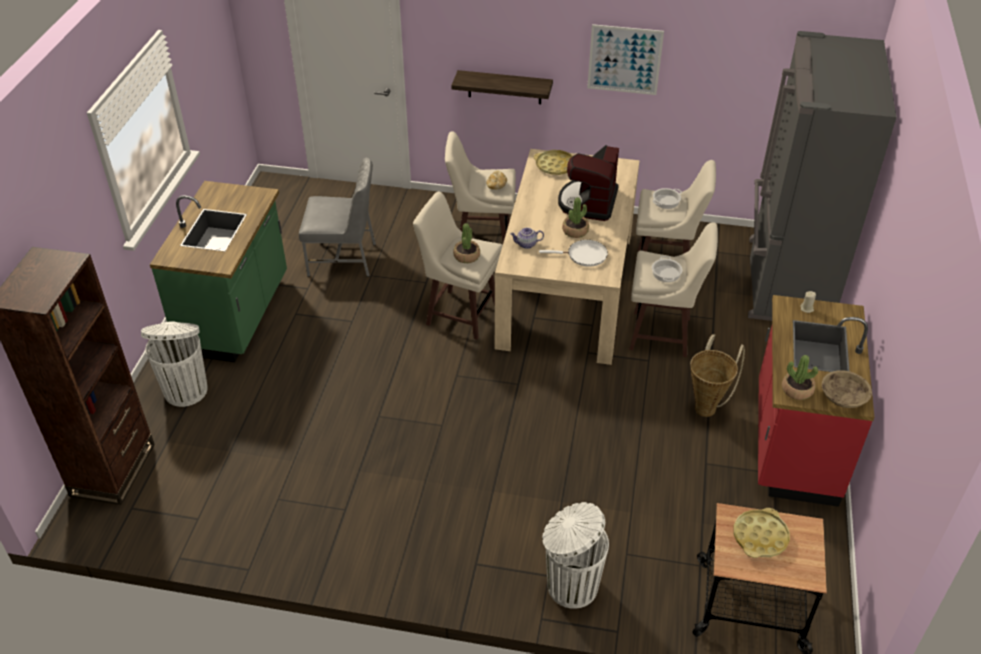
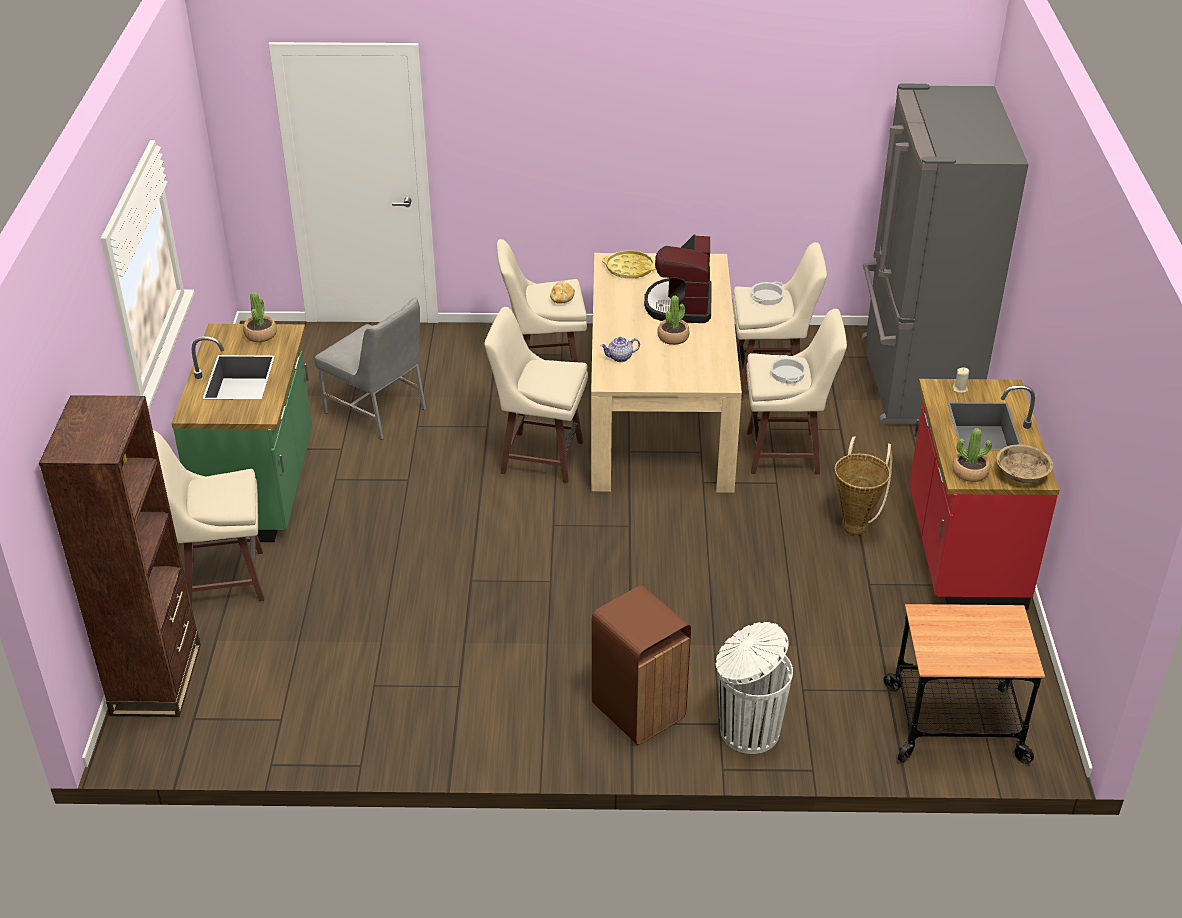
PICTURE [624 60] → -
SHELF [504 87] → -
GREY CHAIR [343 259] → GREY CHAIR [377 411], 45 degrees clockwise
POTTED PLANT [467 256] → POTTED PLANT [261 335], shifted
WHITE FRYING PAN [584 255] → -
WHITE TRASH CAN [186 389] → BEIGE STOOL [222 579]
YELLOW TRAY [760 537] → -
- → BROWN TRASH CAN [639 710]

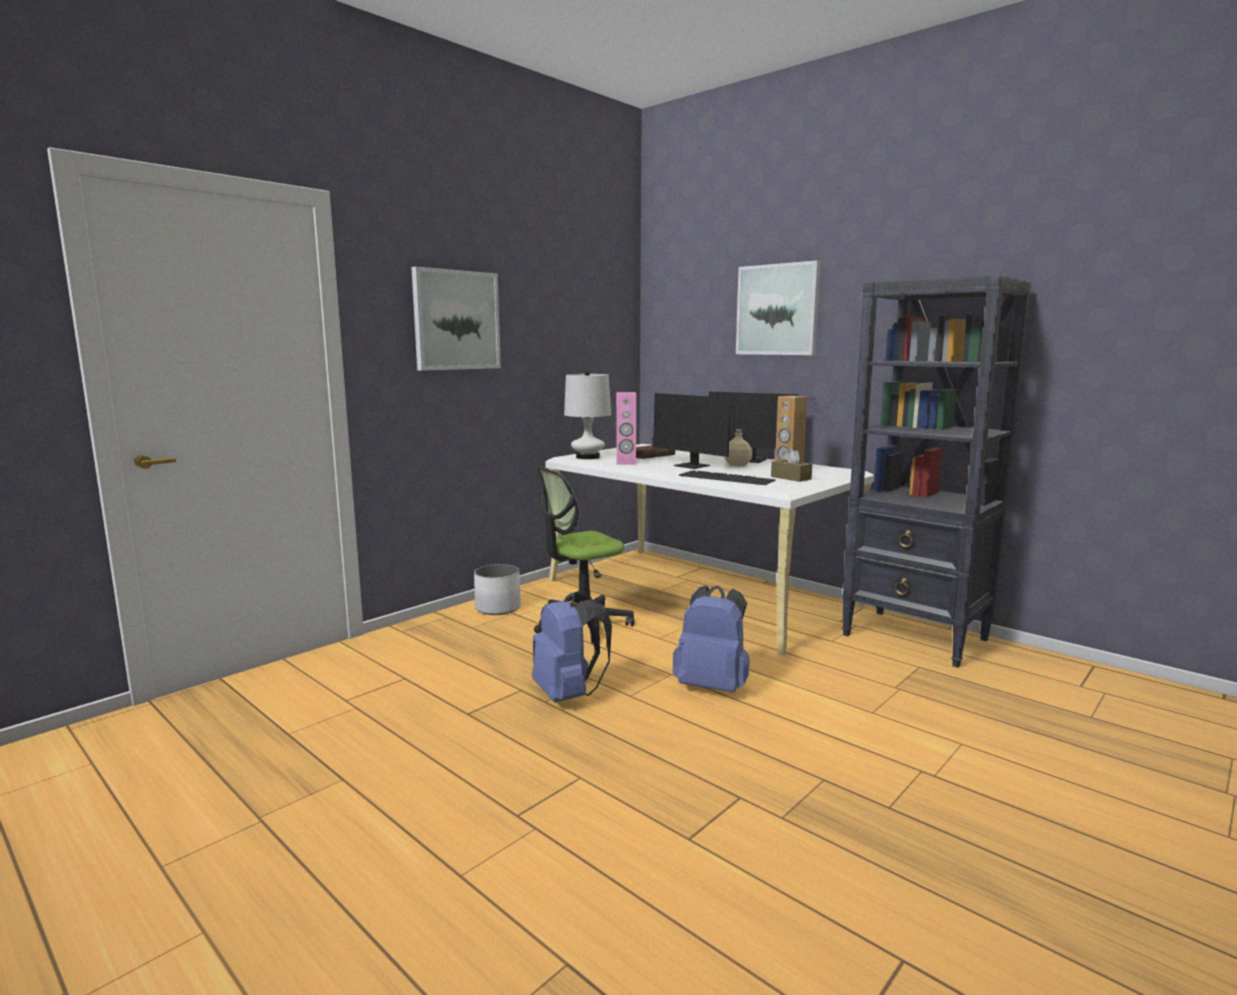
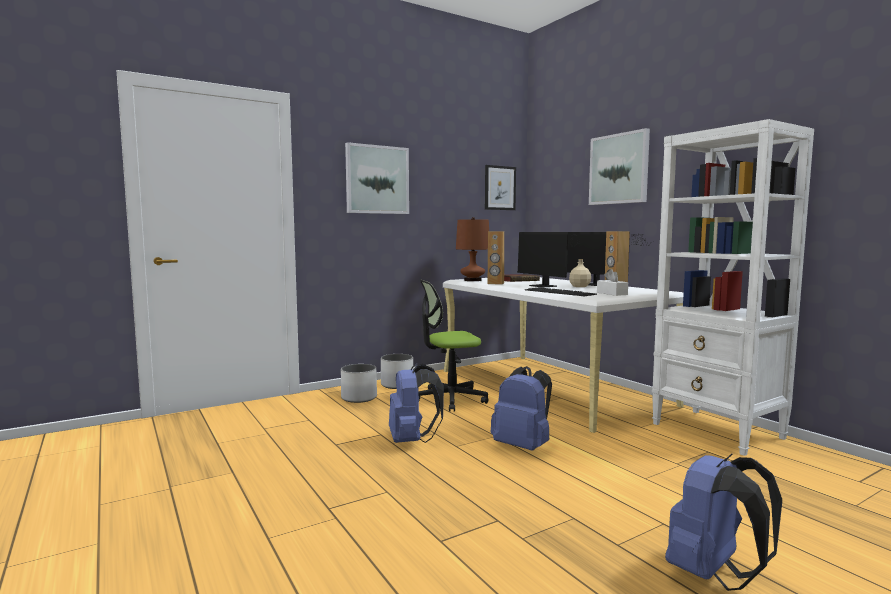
BLACK BOOKCASE [916 638] → WHITE BOOKCASE [718 431]
WHITE TABLE LAMP [588 457] → BROWN TABLE LAMP [472 280]
PINK SPEAKER [626 463] → BROWN SPEAKER [495 283]
BROWN TISSUE BOX [790 478] → WHITE TISSUE BOX [612 293]
- → PICTURE [500 188]
- → WHITE PLANTER [358 398]
- → BLUE BACKPACK [713 575]

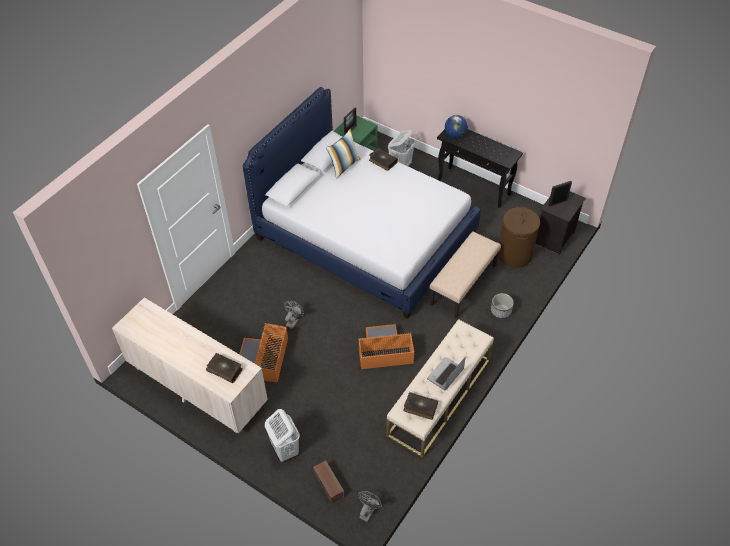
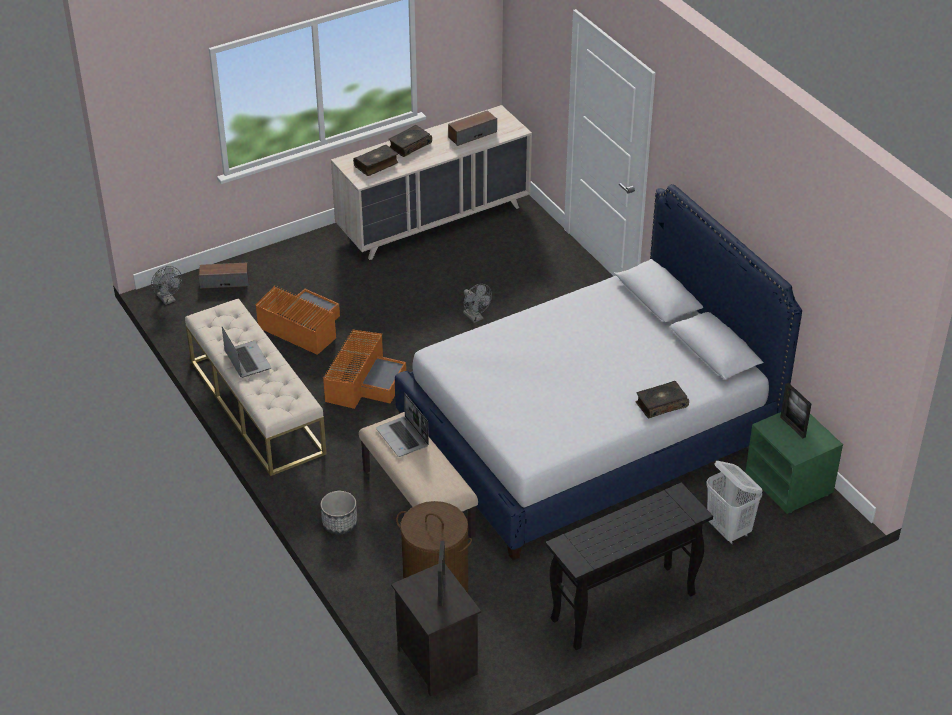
GLOBE [455 135] → -
PILLOW [344 166] → -
ORANGE STORAGE BOX [265 359] → ORANGE STORAGE BOX [301 327], shifted
BOOK [420 408] → BOOK [409 145], shifted
WHITE LAUNDRY BASKET [285 449] → -
- → SPEAKER [472 134]
- → LAPTOP [403 438]

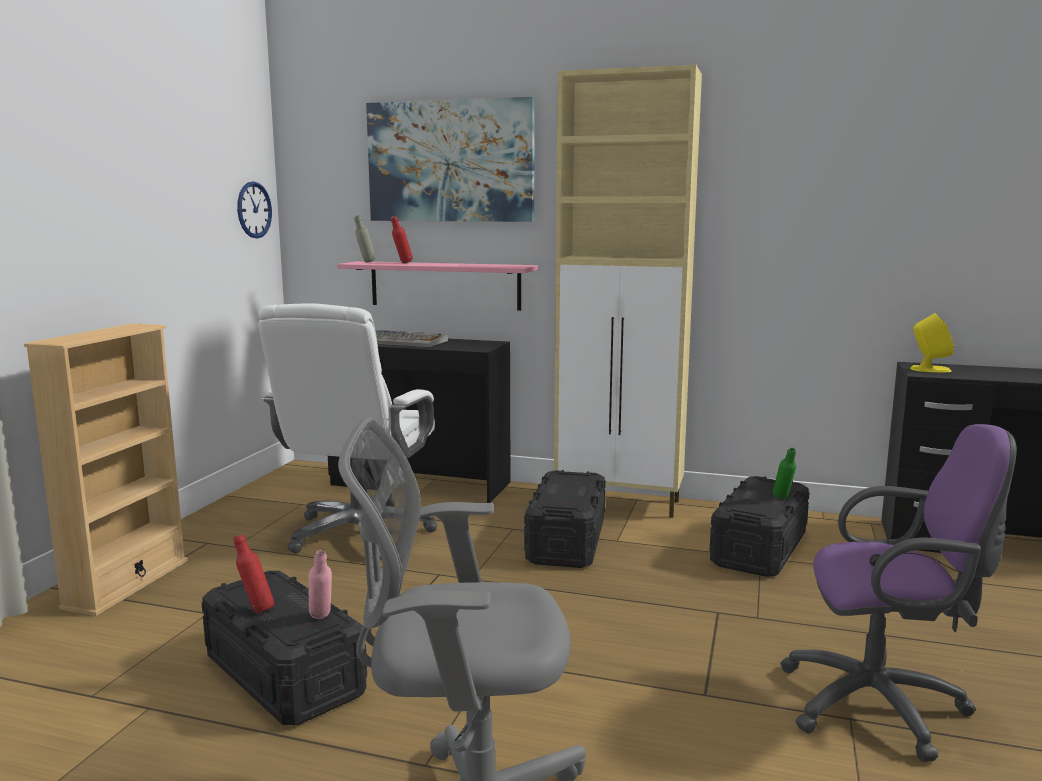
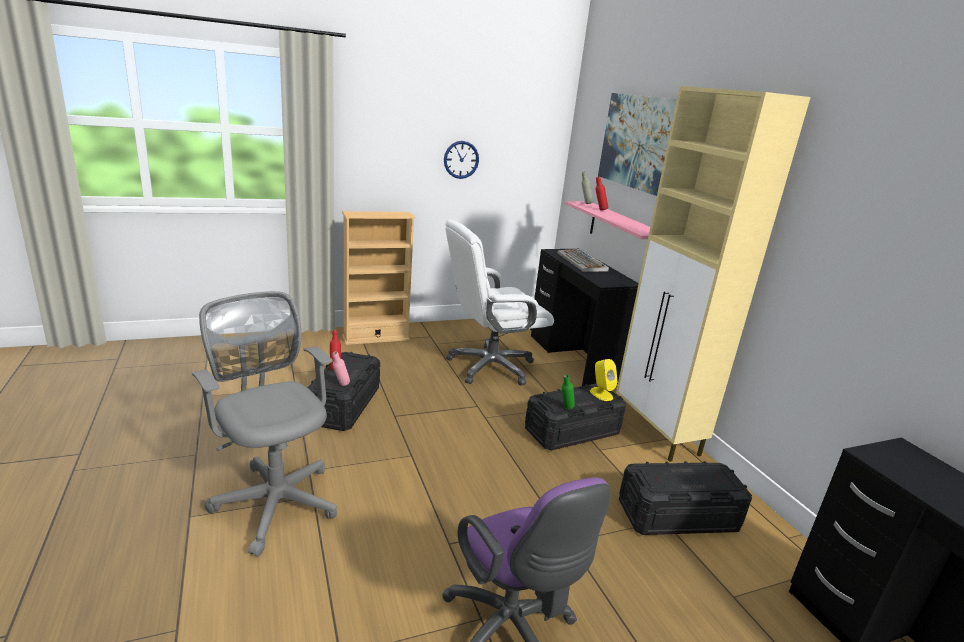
WALL CLOCK [254 210] → WALL CLOCK [461 159], shifted
YELLOW SPEAKER [929 369] → YELLOW SPEAKER [601 394], shifted
GREEN BOTTLE [783 500] → GREEN BOTTLE [565 409], shifted

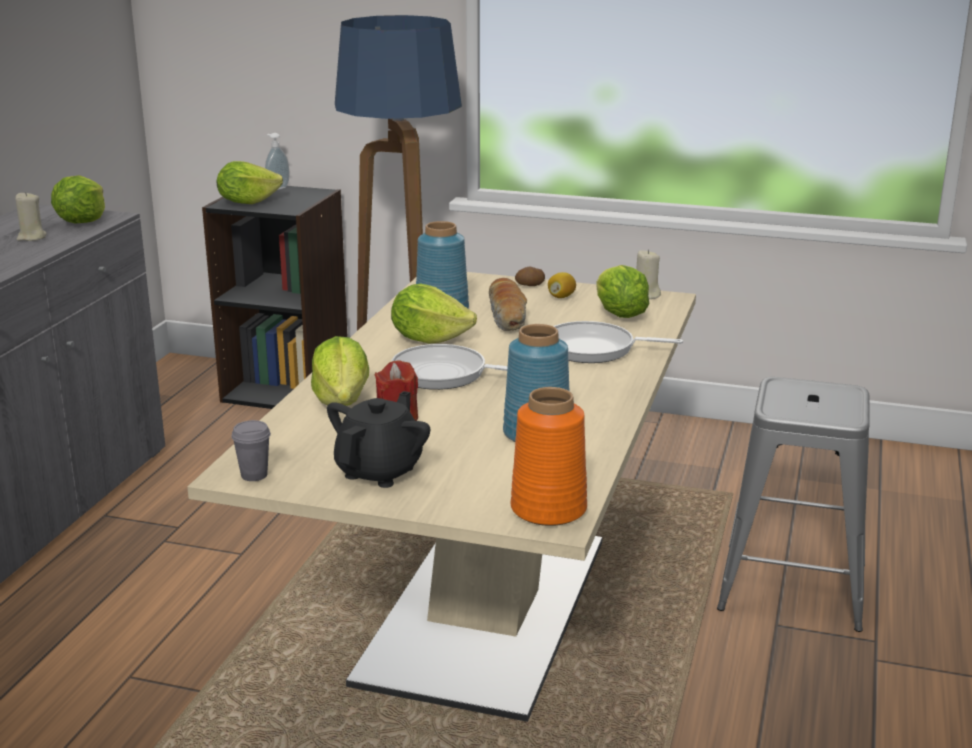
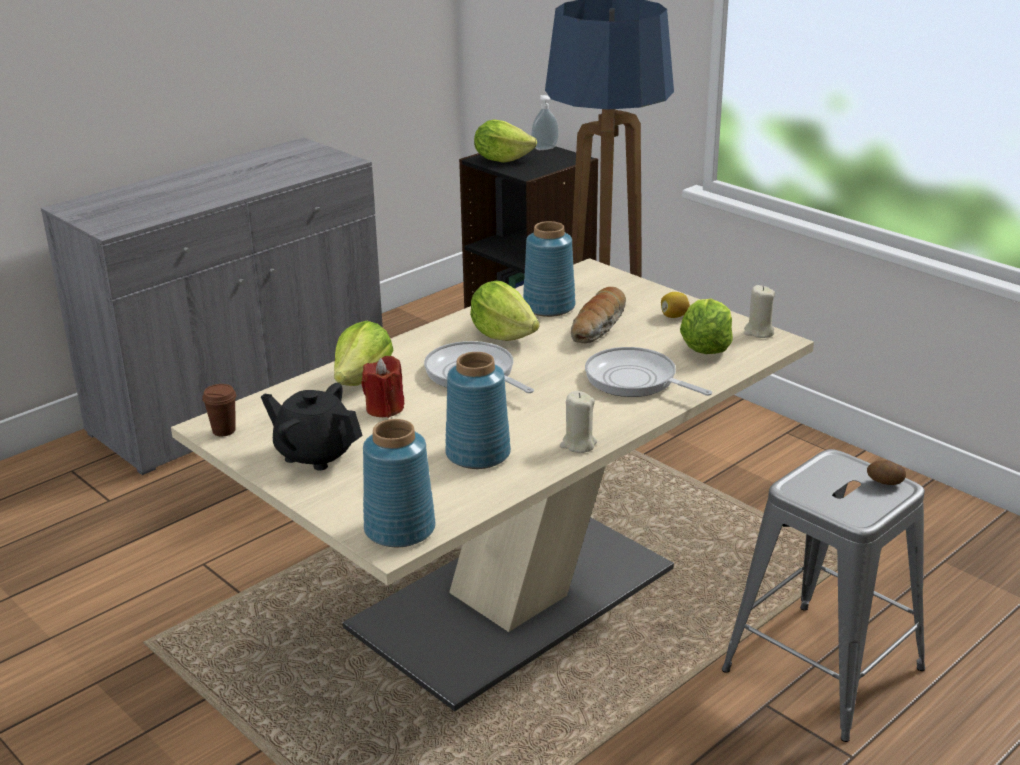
LETTUCE [82 221] → -
BEIGE CANDLE [31 237] → BEIGE CANDLE [578 444], shifted
POTATO [530 285] → POTATO [885 482], shifted
ORANGE VASE [547 509] → BLUE VASE [399 529]
BLACK TEAPOT [380 471] → BLACK TEAPOT [315 454], 120 degrees counterclockwise
GREY CUP [254 475] → BROWN CUP [224 431]

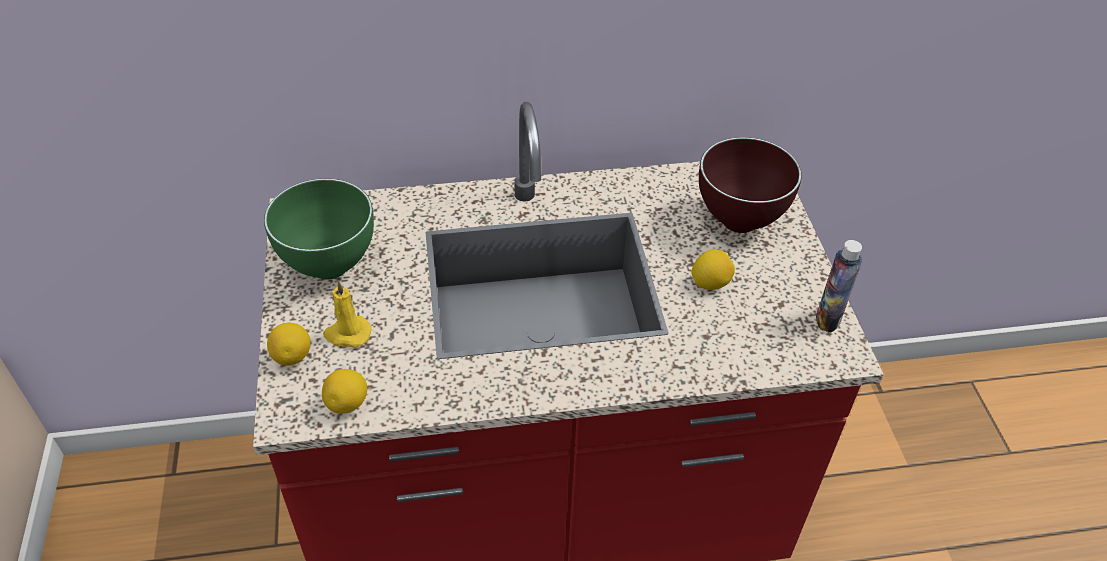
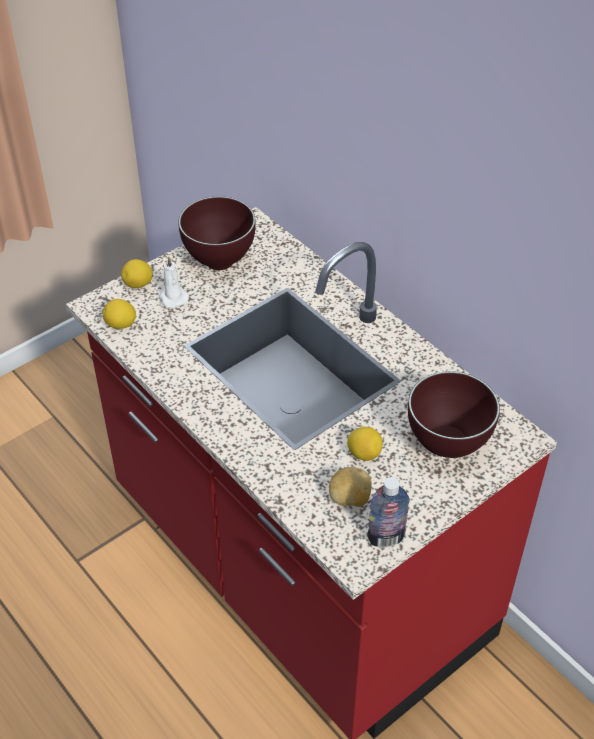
GREEN BOWL [329 266] → BROWN BOWL [220 261]
YELLOW CANDLE [347 334] → WHITE CANDLE [172 297]
- → POTATO [349 499]

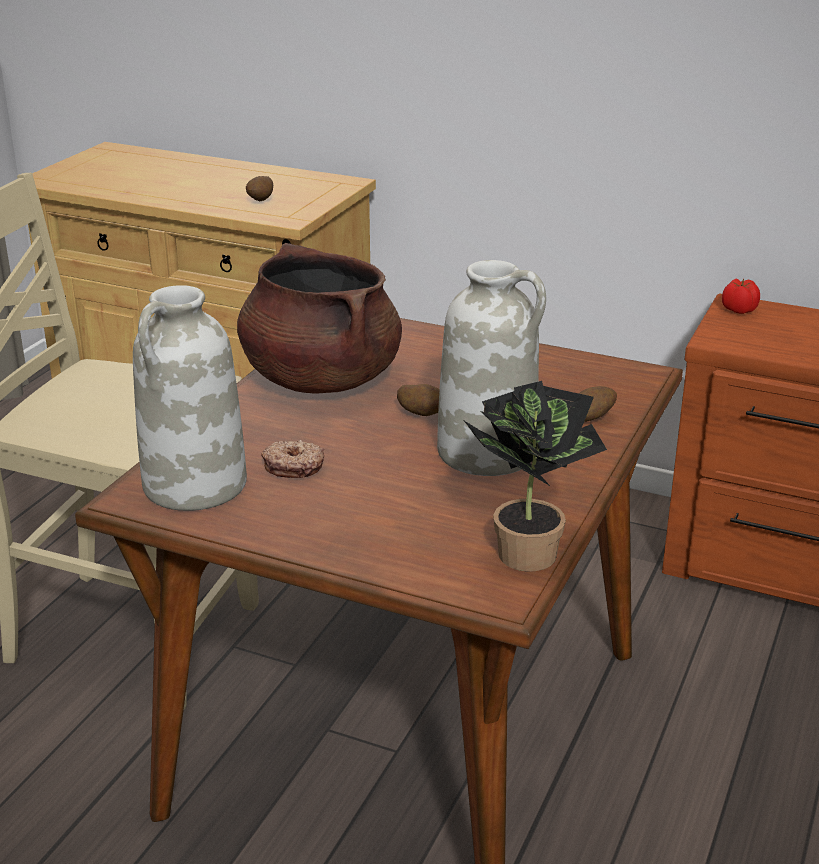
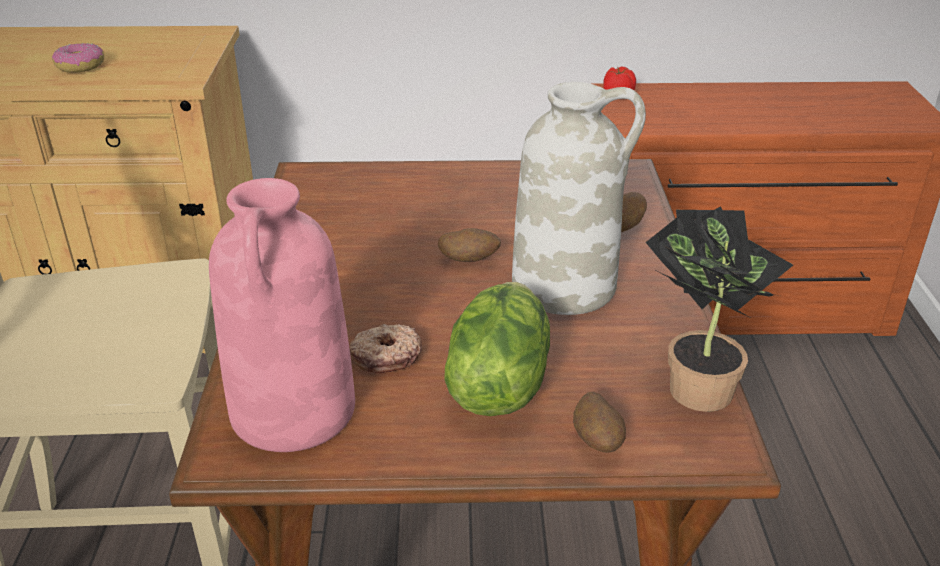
POTATO [261 200] → POTATO [597 442], shifted
BROWN COOKING POT [320 379] → -
WHITE VASE [195 485] → PINK VASE [294 412]
- → DONUT [81 66]
- → LETTUCE [497 383]

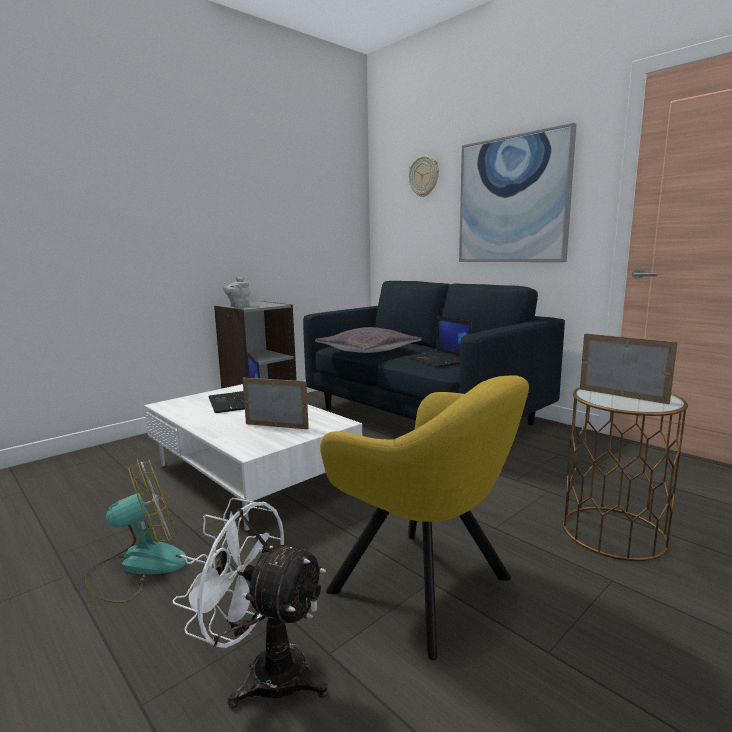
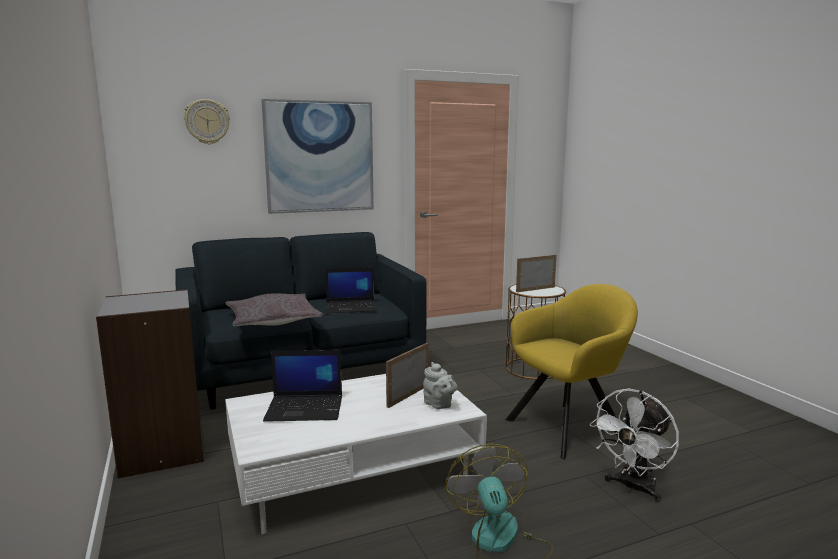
GREY TEAPOT [238 306] → GREY TEAPOT [439 405], shifted

